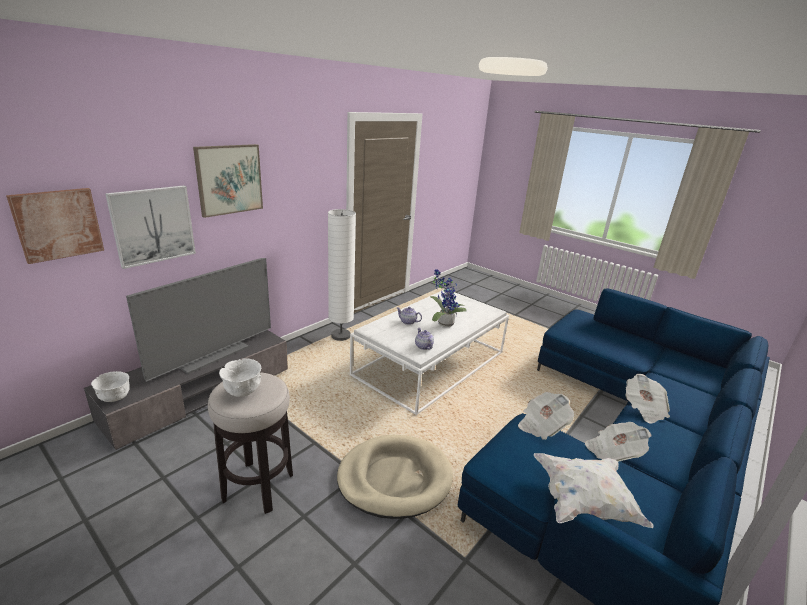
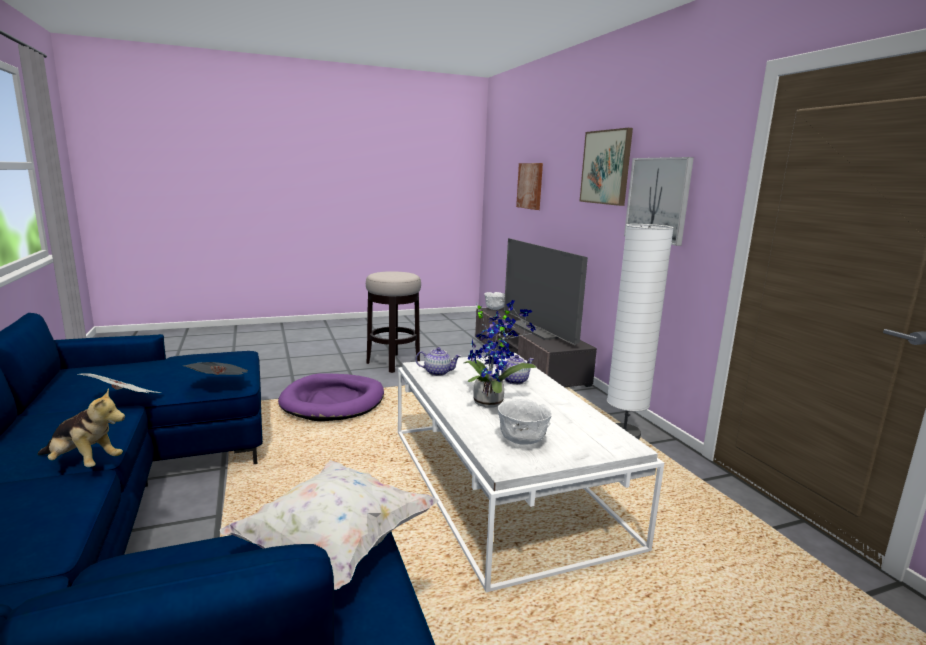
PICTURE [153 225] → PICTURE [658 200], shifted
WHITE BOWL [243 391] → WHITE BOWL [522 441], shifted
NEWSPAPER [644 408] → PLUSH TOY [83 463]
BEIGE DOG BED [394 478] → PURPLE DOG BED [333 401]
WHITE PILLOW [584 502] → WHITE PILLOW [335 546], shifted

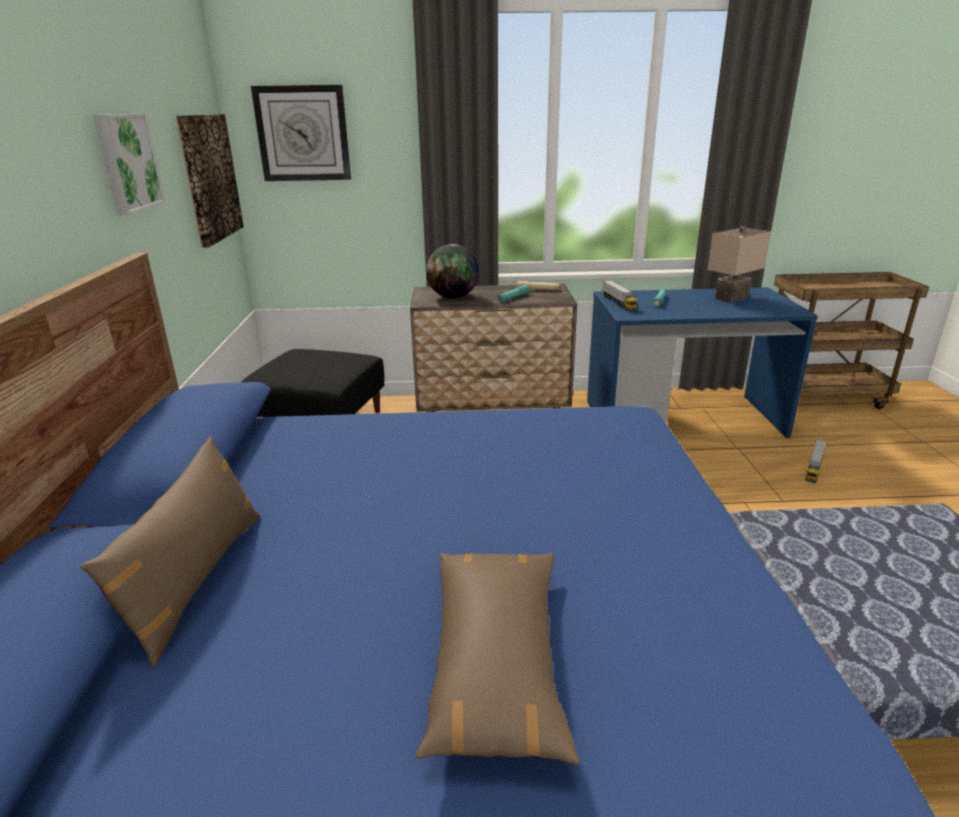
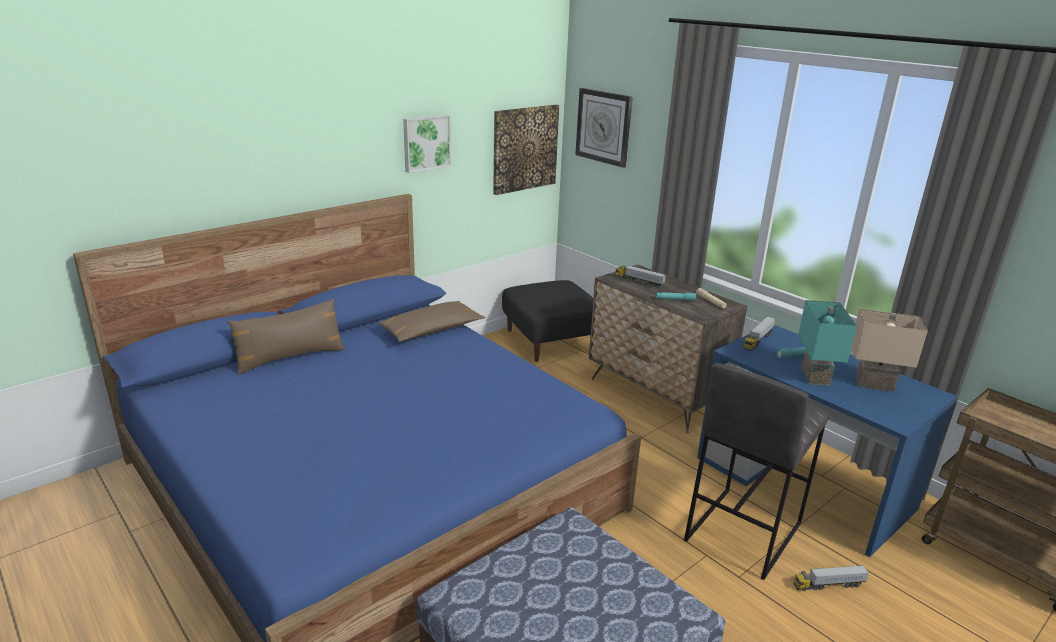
GLOBE [453 297] → TOY TRUCK [639 282]
BROWN PILLOW [496 661] → BROWN PILLOW [431 330], shifted
- → TURQUOISE TABLE LAMP [813 376]
- → GREY STOOL [741 531]

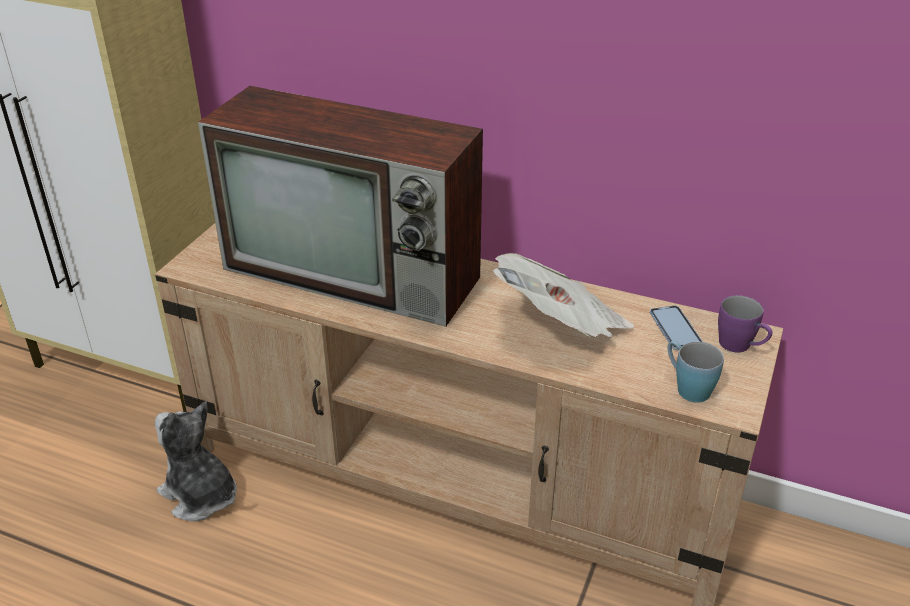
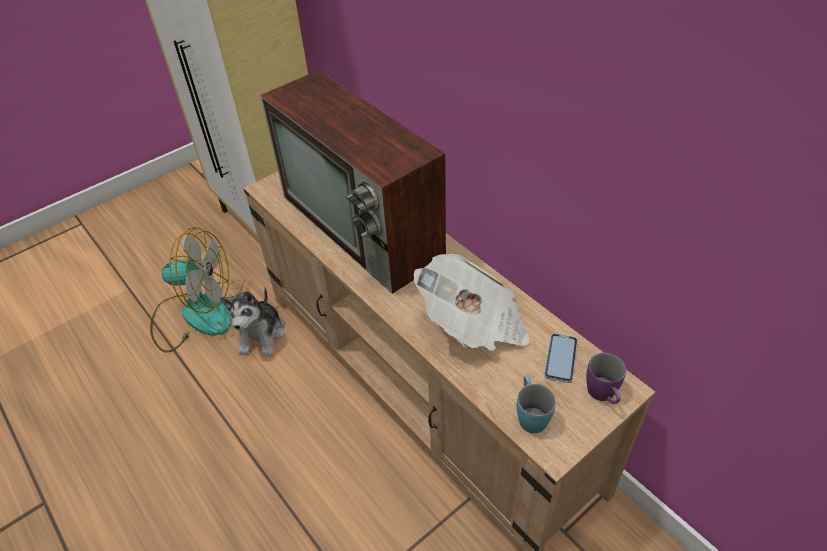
PLUSH TOY [200 496] → PLUSH TOY [261 335], 150 degrees counterclockwise
- → FAN [194 315]

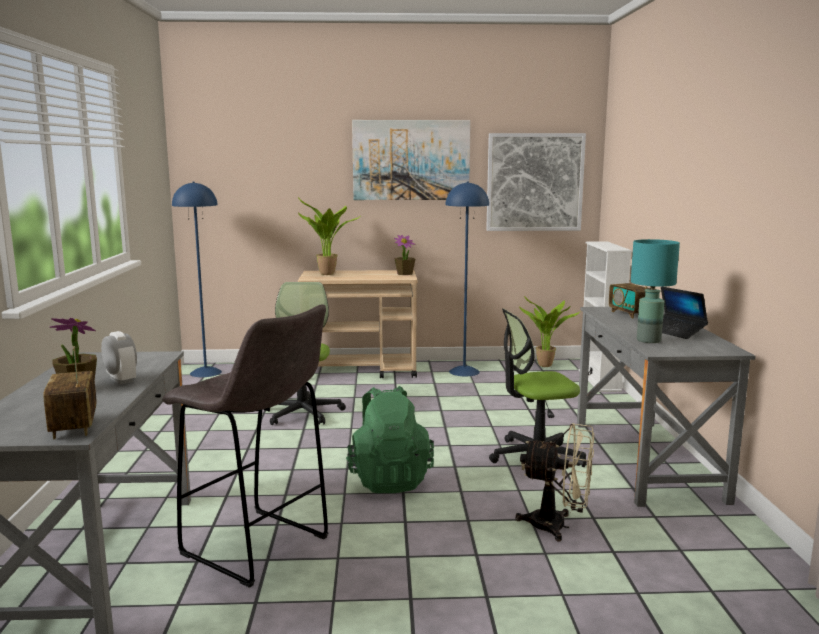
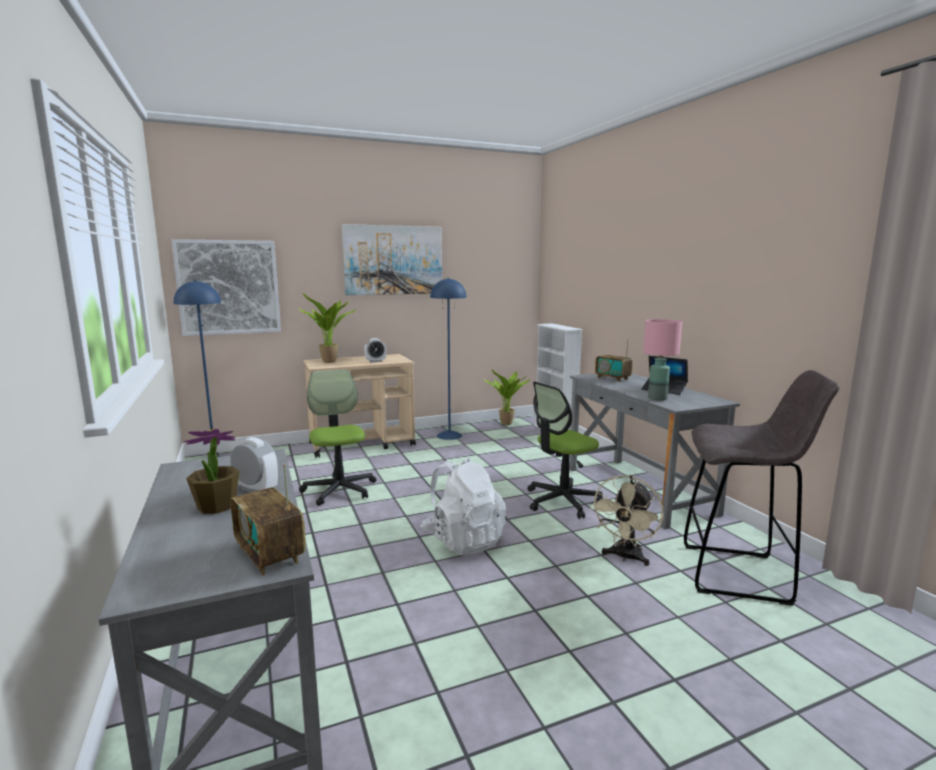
PICTURE [534 182] → PICTURE [229 287], shifted
POTTED PLANT [405 274] → -
TURQUOISE TABLE LAMP [648 340] → PINK TABLE LAMP [657 398]
GREY STOOL [258 547] → GREY STOOL [738 574], shifted
GREEN BACKPACK [389 479] → WHITE BACKPACK [463 540]
BEIGE FAN [558 526] → BEIGE FAN [625 557], 120 degrees clockwise
- → ALARM CLOCK [375 361]

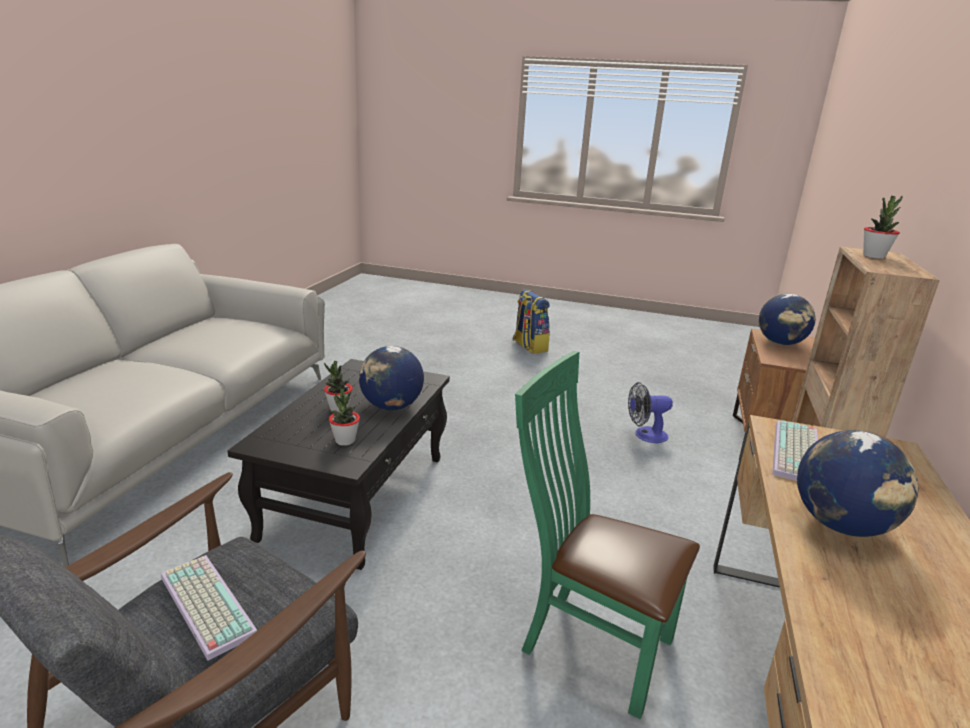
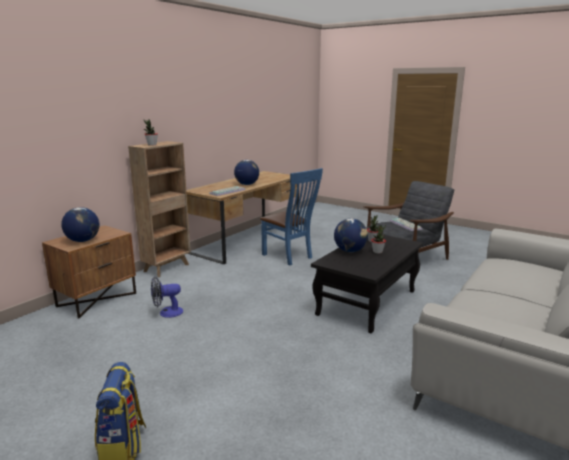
GREEN CHAIR [588 642] → BLUE CHAIR [289 256]
FAN [645 435] → FAN [167 313], 150 degrees clockwise

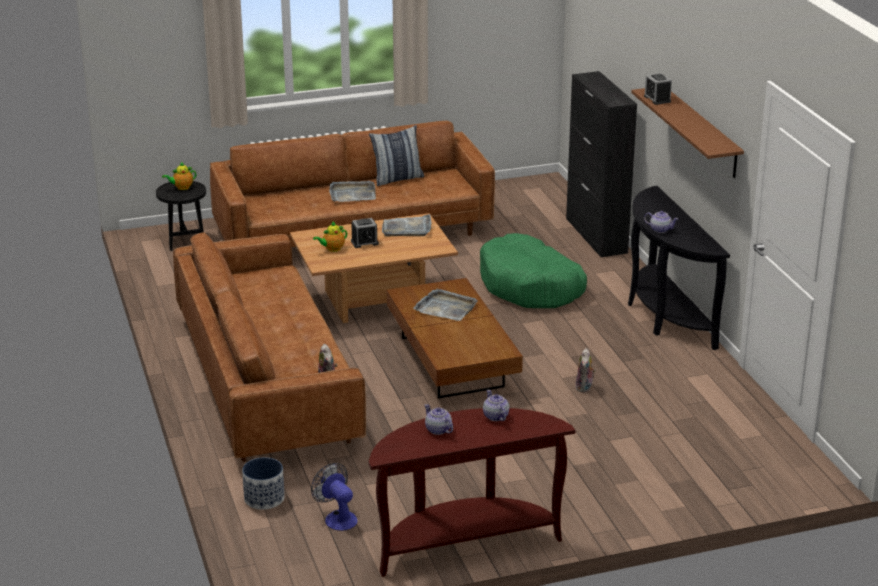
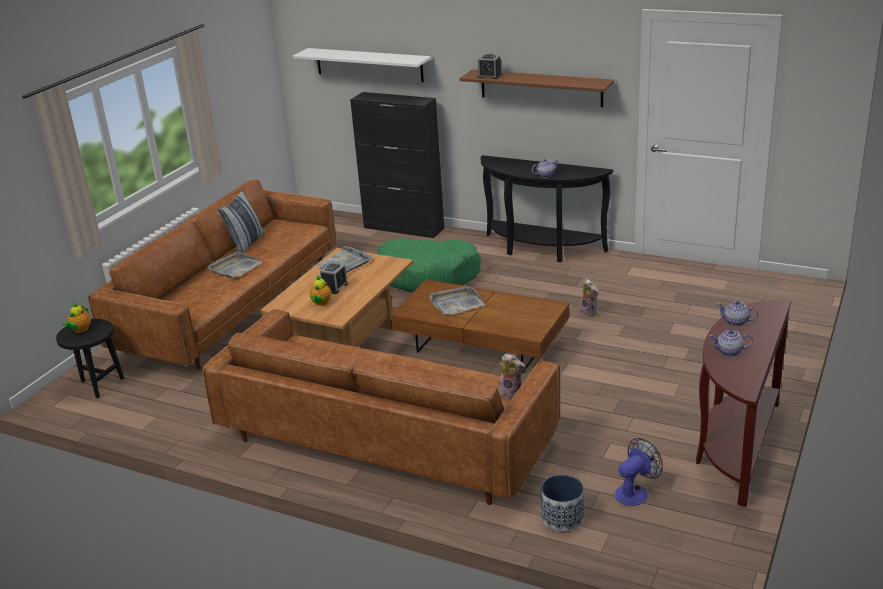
FAN [337 517] → FAN [635 492], 135 degrees clockwise
- → WHITE SHELF [369 64]

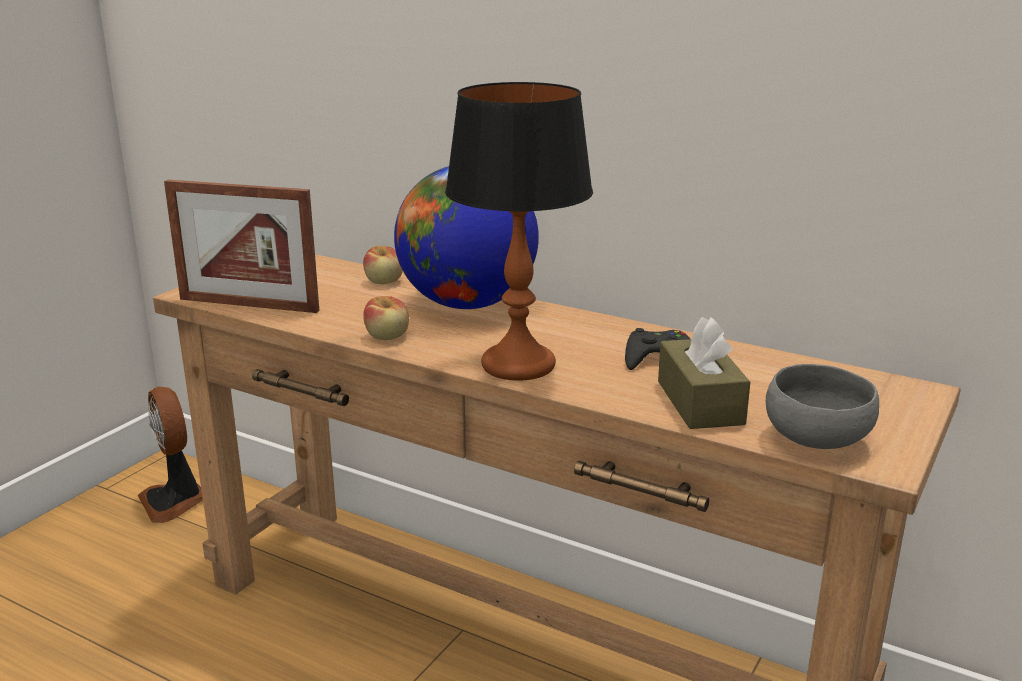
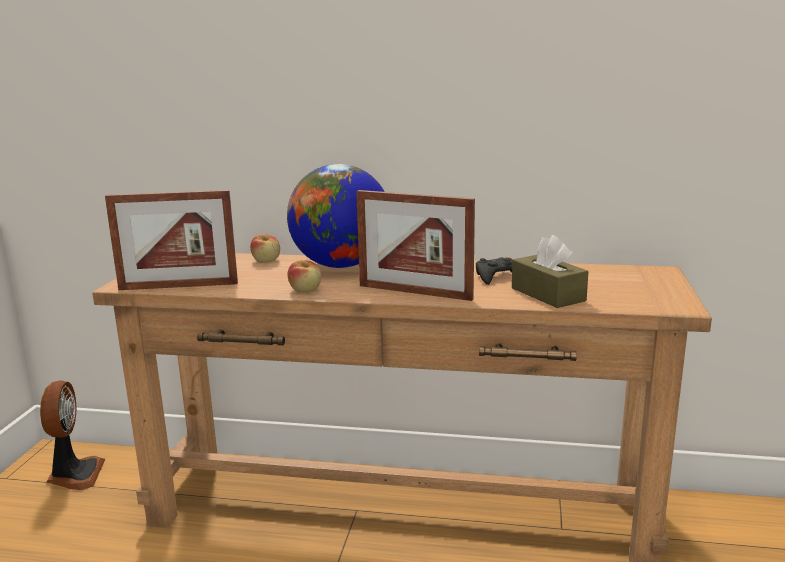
TABLE LAMP [519 365] → PICTURE FRAME [414 292]
GREY BOWL [819 440] → -
FAN [175 501] → FAN [74 475], 135 degrees counterclockwise

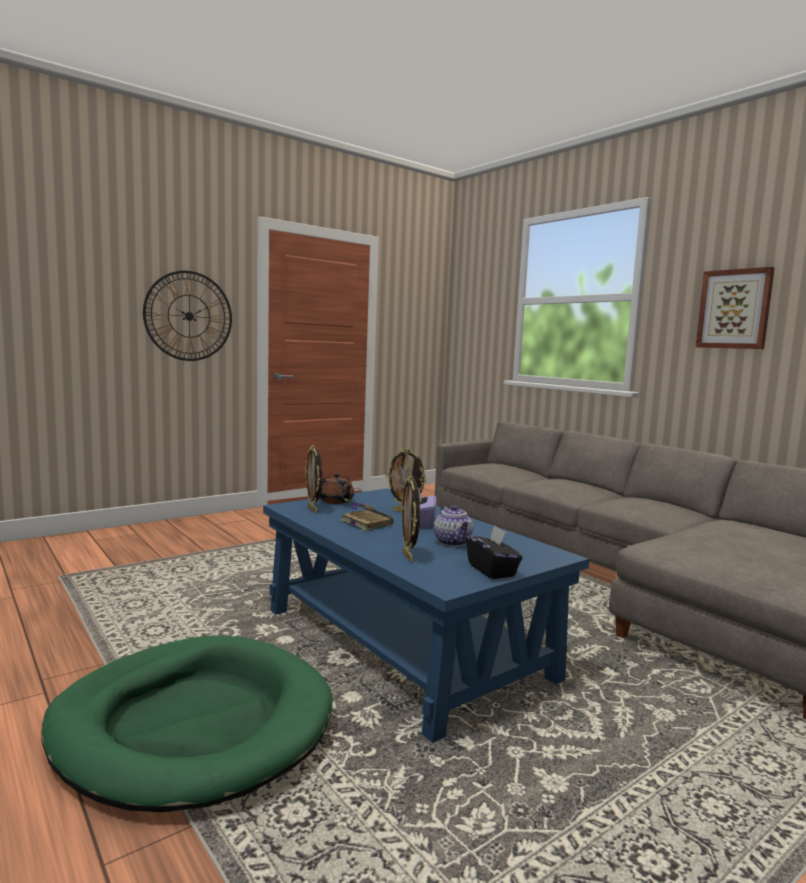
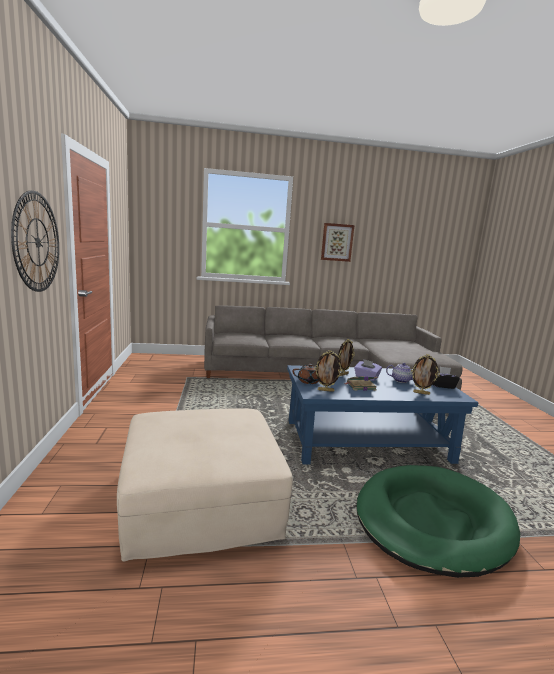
- → BEIGE OTTOMAN [200 499]

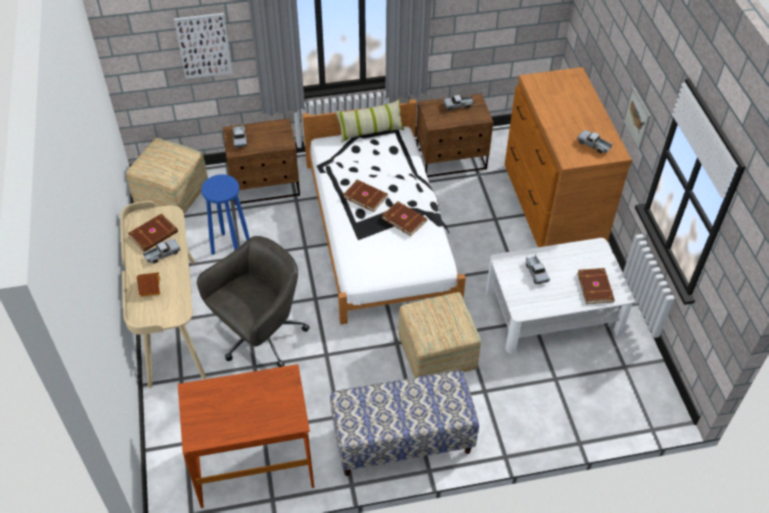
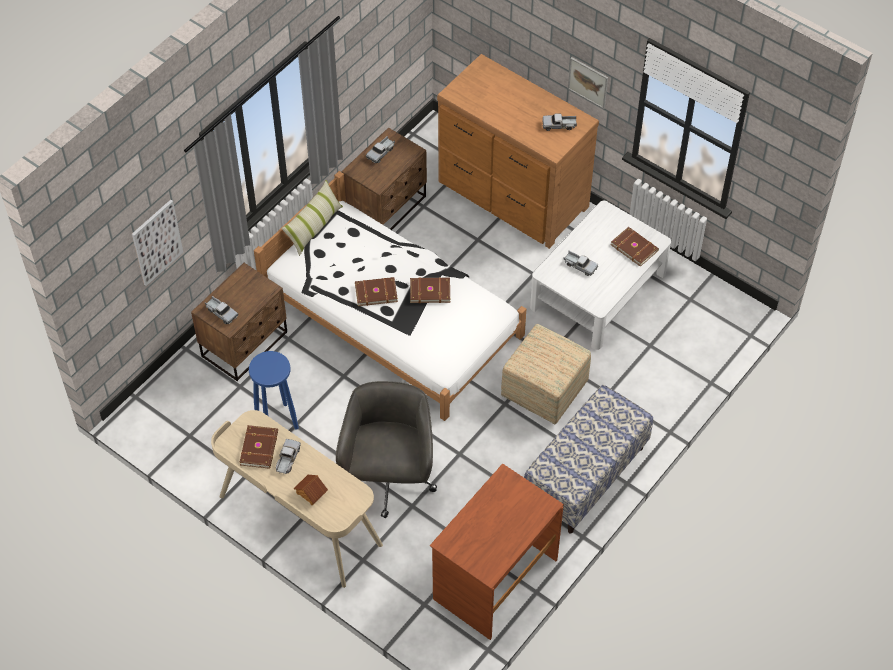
OTTOMAN [172 195] → -

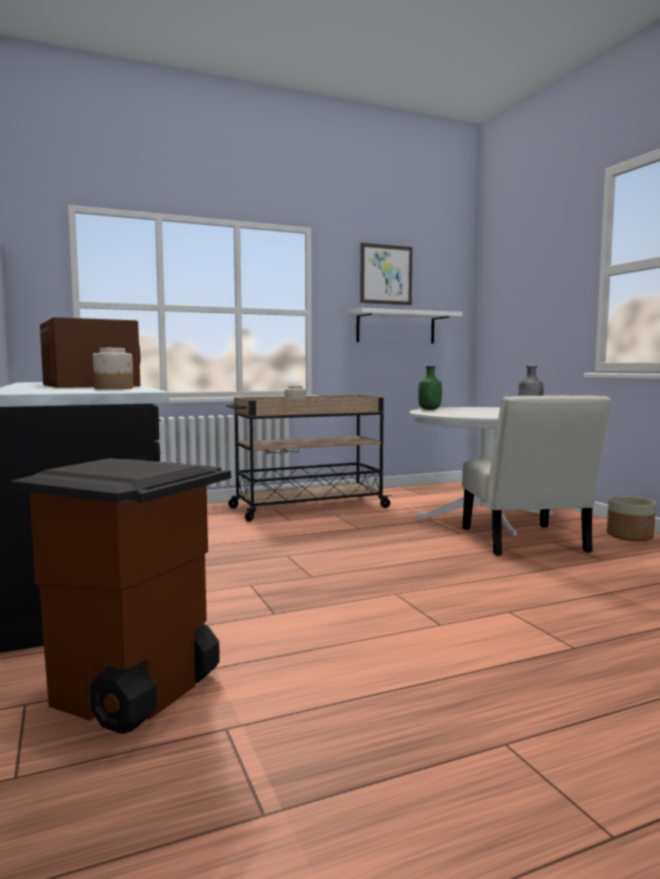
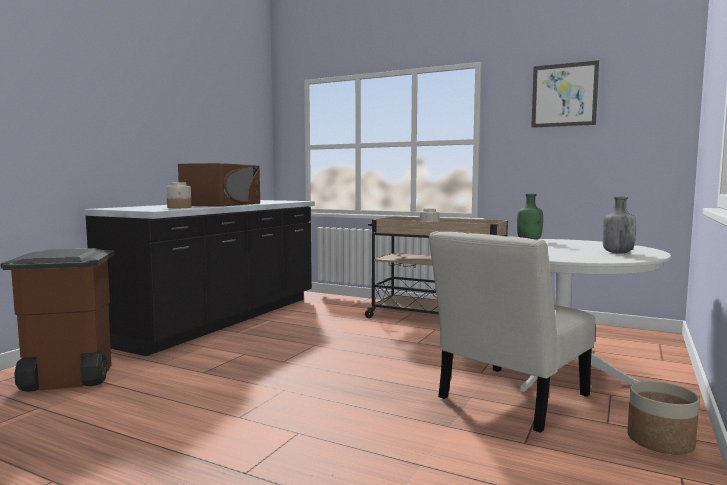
WHITE SHELF [396 327] → -

